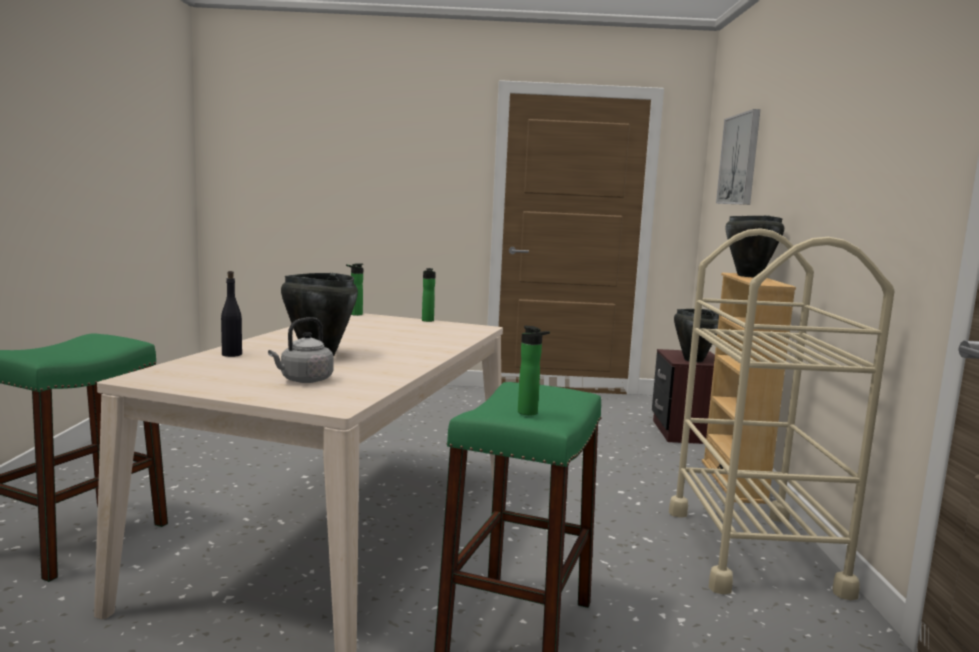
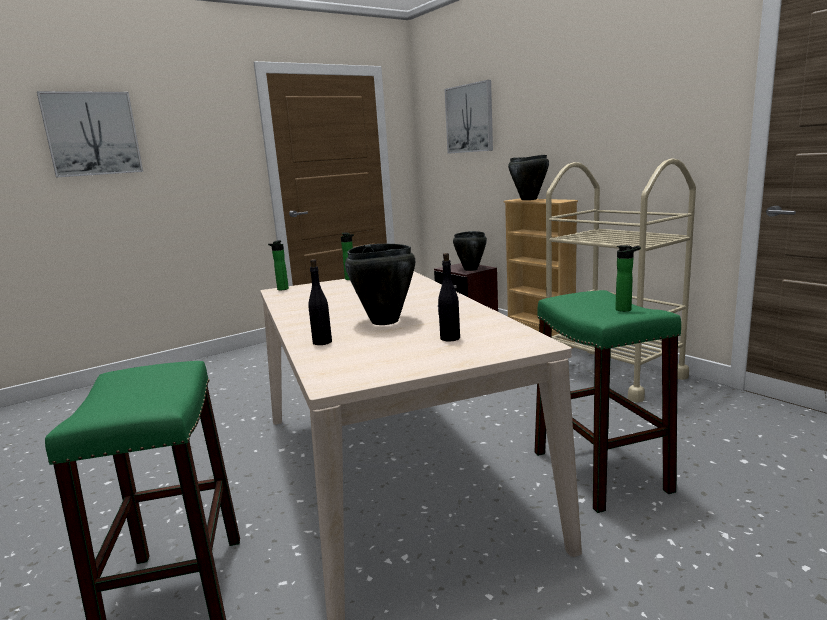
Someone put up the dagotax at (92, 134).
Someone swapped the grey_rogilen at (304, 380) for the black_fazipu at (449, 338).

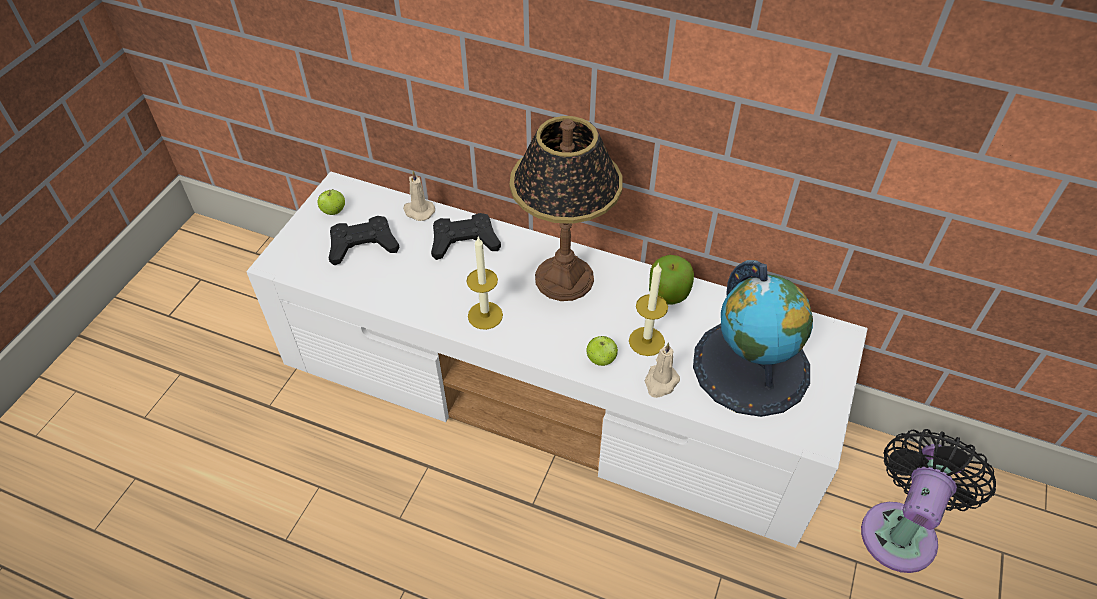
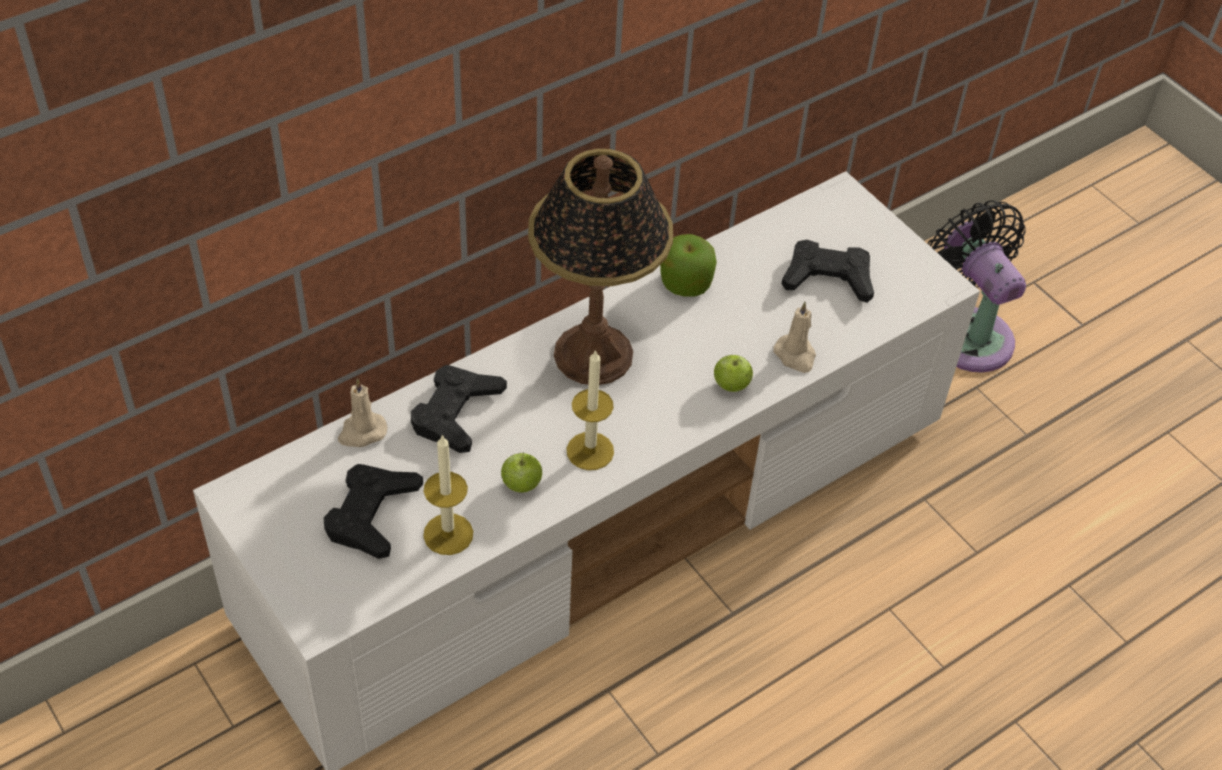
Someone carried the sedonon from (333, 211) to (521, 485).
Someone carried the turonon from (646, 341) to (448, 534).
Someone swapped the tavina at (751, 366) for the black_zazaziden at (828, 278).

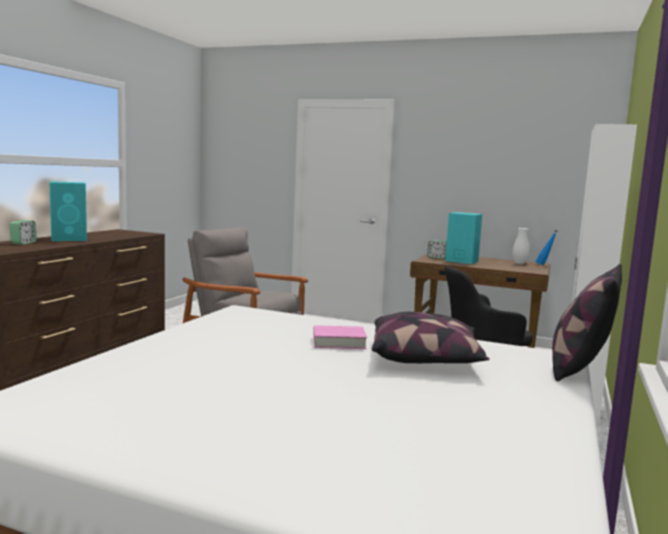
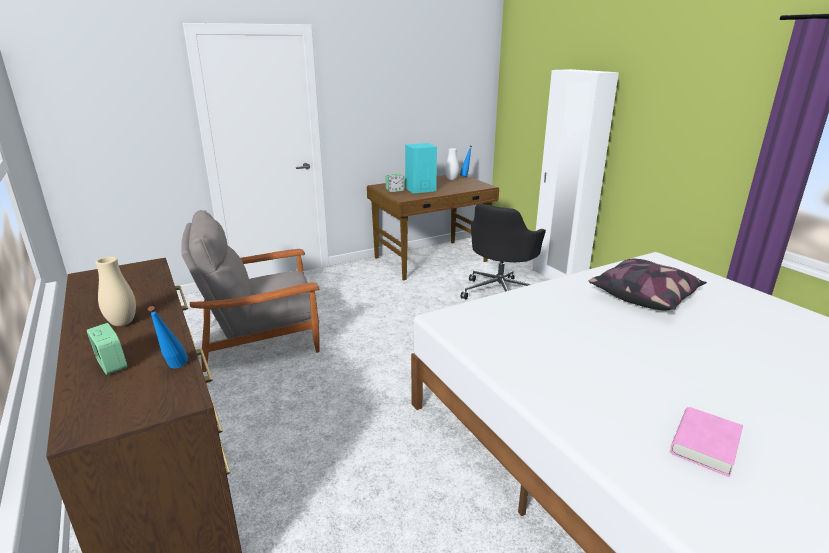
Someone took away the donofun at (579, 368).
Someone put down the blue_fazipu at (174, 370).
Someone carried the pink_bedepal from (339, 342) to (704, 445).
Someone swapped the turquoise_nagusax at (70, 239) for the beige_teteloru at (122, 323).

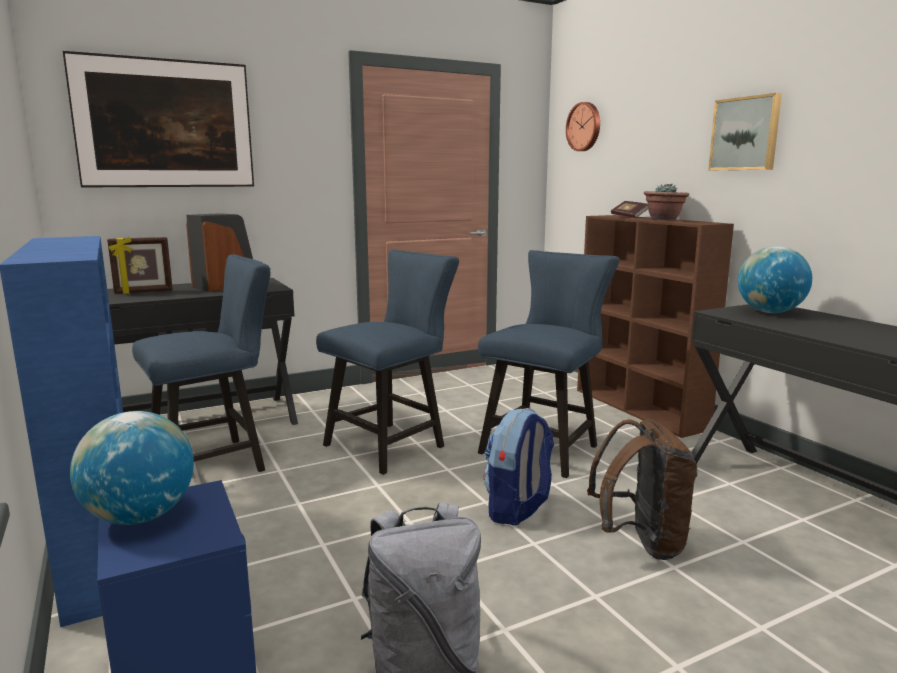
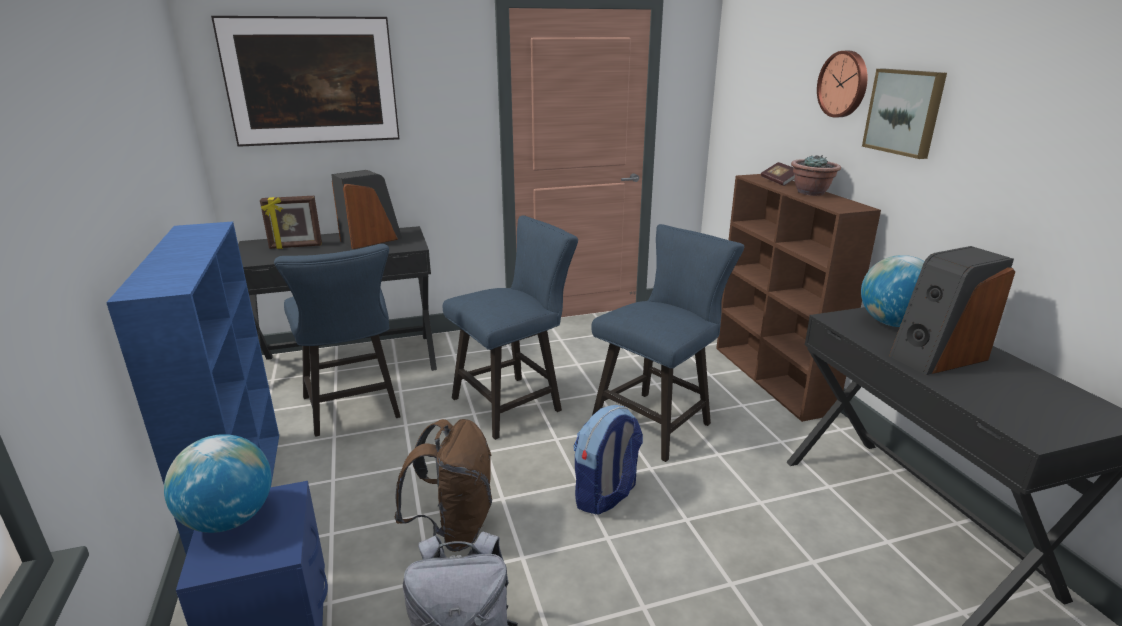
Someone put down the nagusax at (937, 357).
Someone carried the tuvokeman from (584, 127) to (844, 84).
Someone carried the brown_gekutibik from (641, 542) to (454, 528).
Someone rotated the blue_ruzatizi at (216, 463) by 90 degrees clockwise.

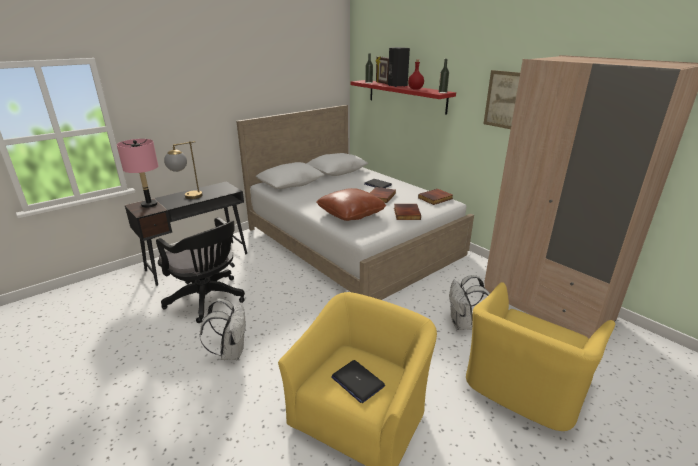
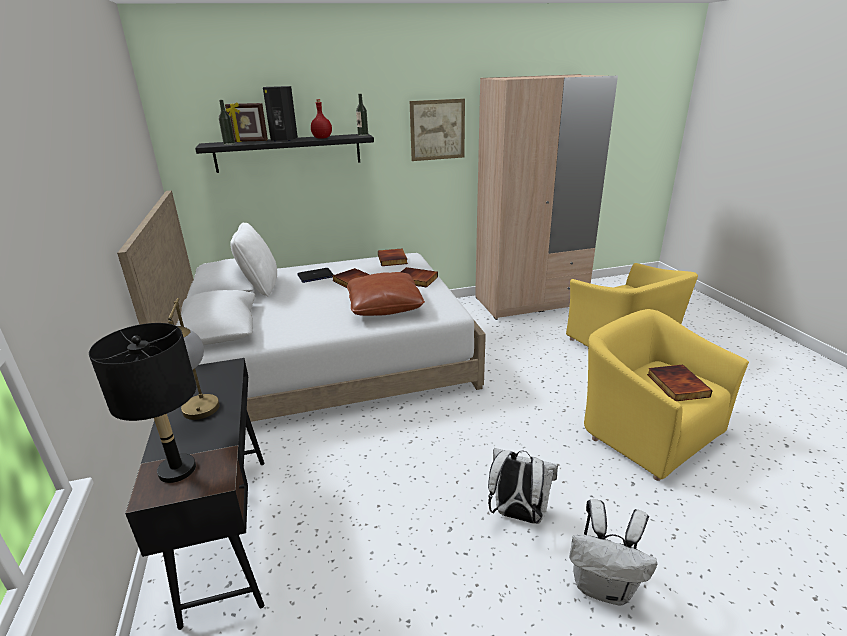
Someone took away the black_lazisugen at (208, 300).
Someone put down the white_donofun at (260, 286).
Someone carried the white_gekutibik from (463, 324) to (603, 586).
Someone swapped the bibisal at (357, 381) for the bedepal at (676, 385).
Someone repainted the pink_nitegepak at (149, 204), which became the black_nitegepak at (177, 470).
Someone repainted the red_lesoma at (406, 96), which became the black_lesoma at (288, 152).

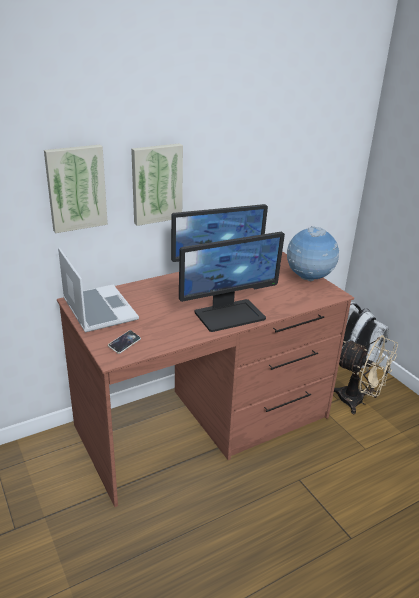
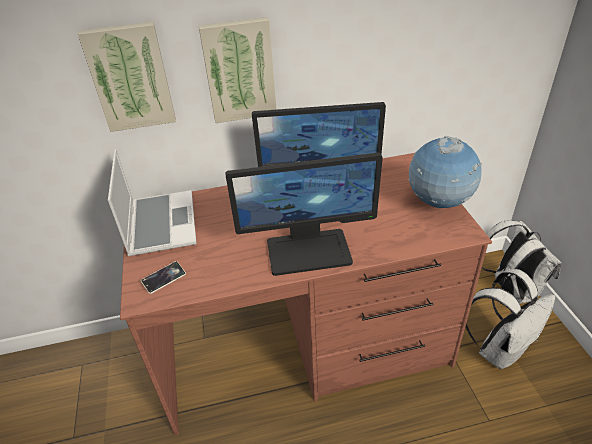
Someone swapped the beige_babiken at (357, 401) for the white_gekutibik at (500, 349).

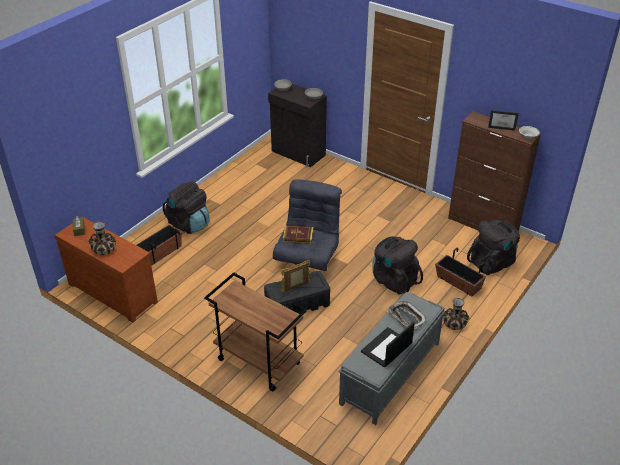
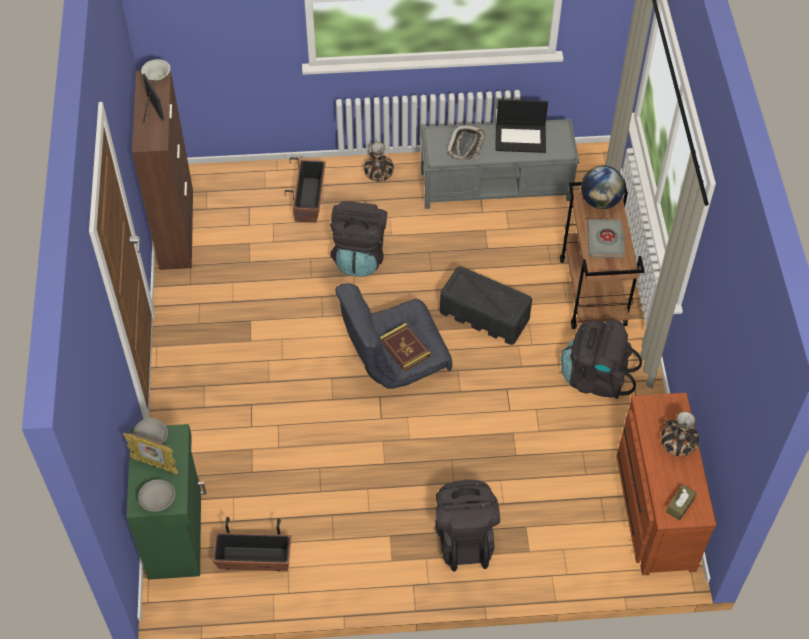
Someone put down the tavina at (600, 201).
Someone put down the grey_bedepal at (605, 241).
Someone carried the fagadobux from (160, 252) to (254, 559).
Someone carried the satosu from (296, 288) to (155, 465).
Someone carried the black_gekutibik from (492, 262) to (595, 377).
Someone repainted the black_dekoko at (298, 153), which became the green_dekoko at (176, 533).

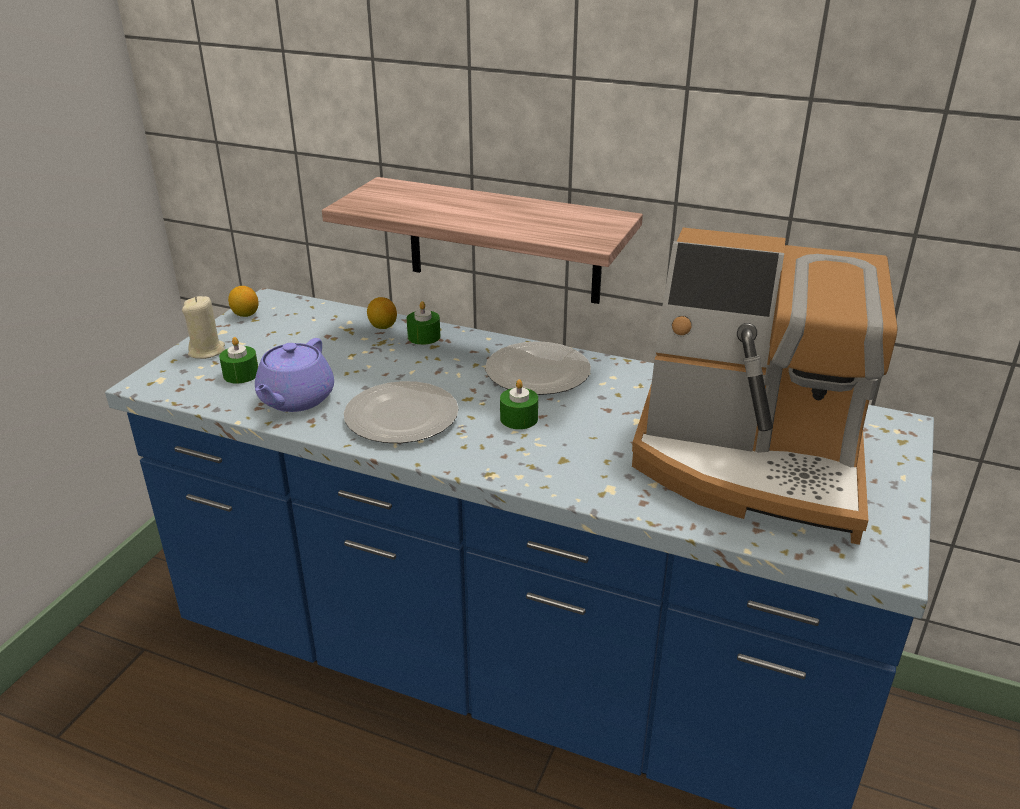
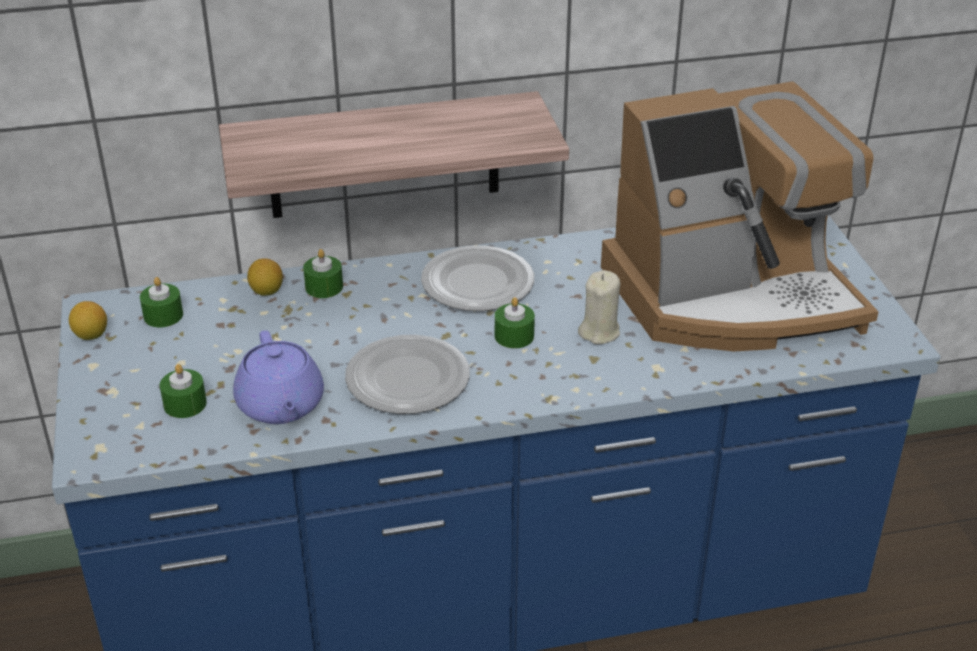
Someone put down the green_turonon at (163, 315).
Someone carried the beige_turonon from (207, 351) to (599, 332).

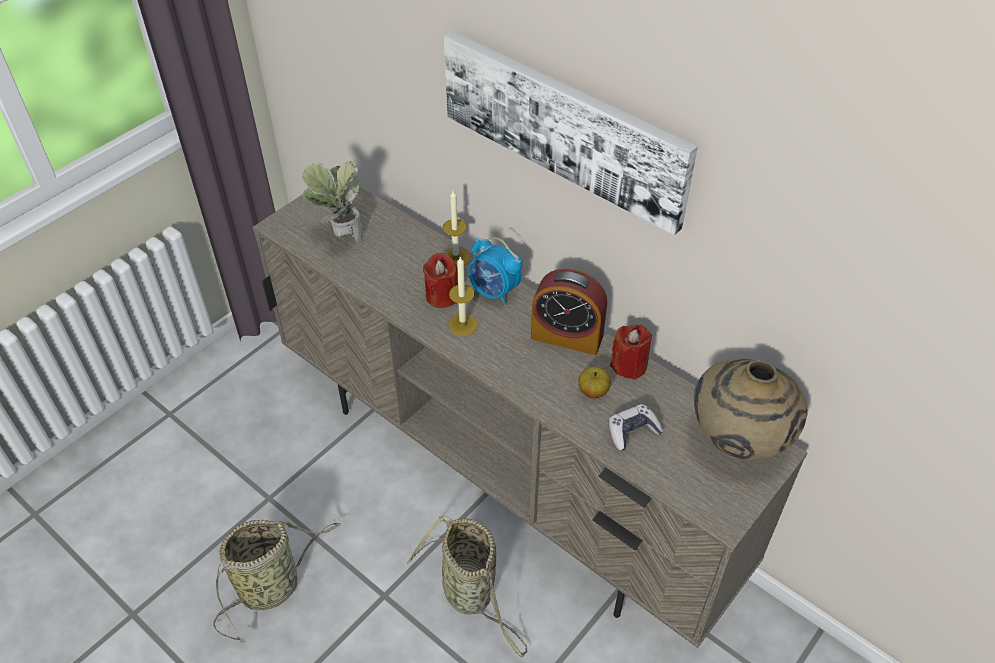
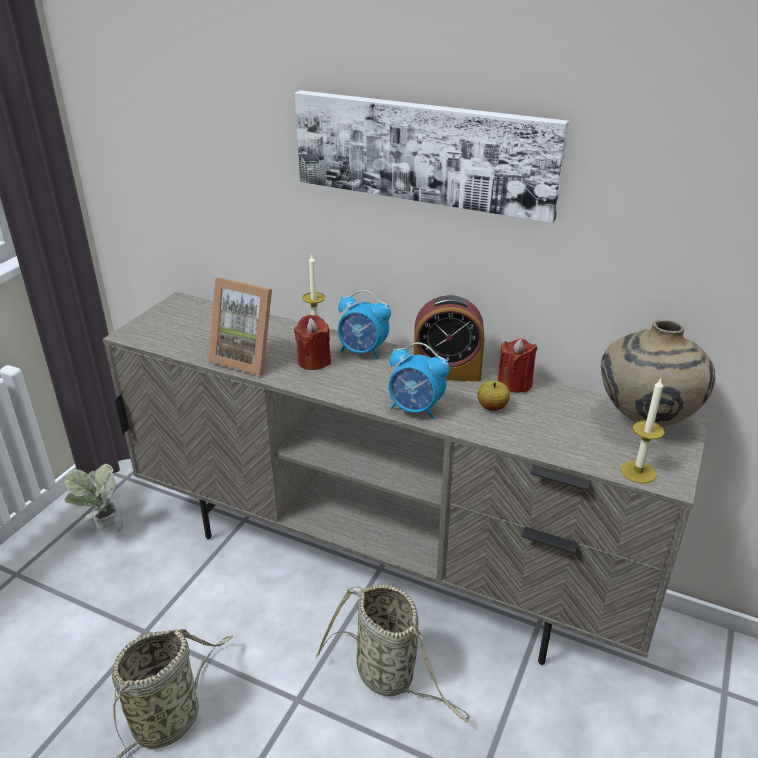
Someone took away the zazaziden at (632, 432).
Someone put down the satosu at (247, 358).
Someone put down the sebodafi at (416, 409).
Someone carried the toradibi from (341, 236) to (103, 529).
Someone carried the turonon from (463, 324) to (638, 472).

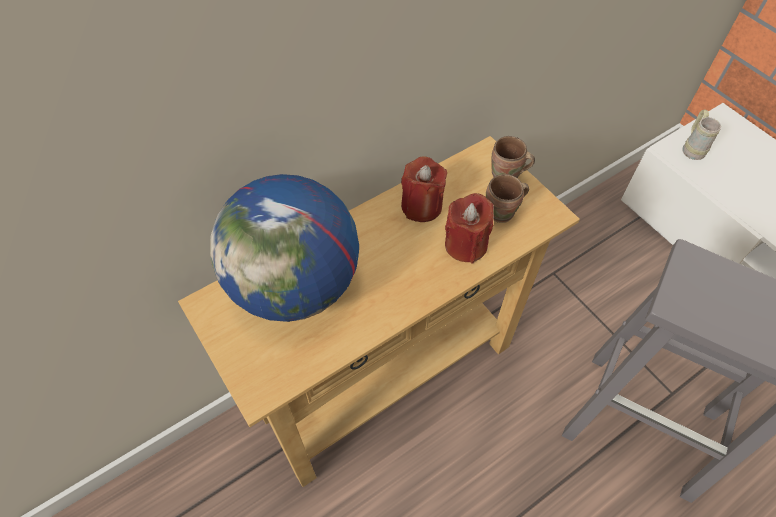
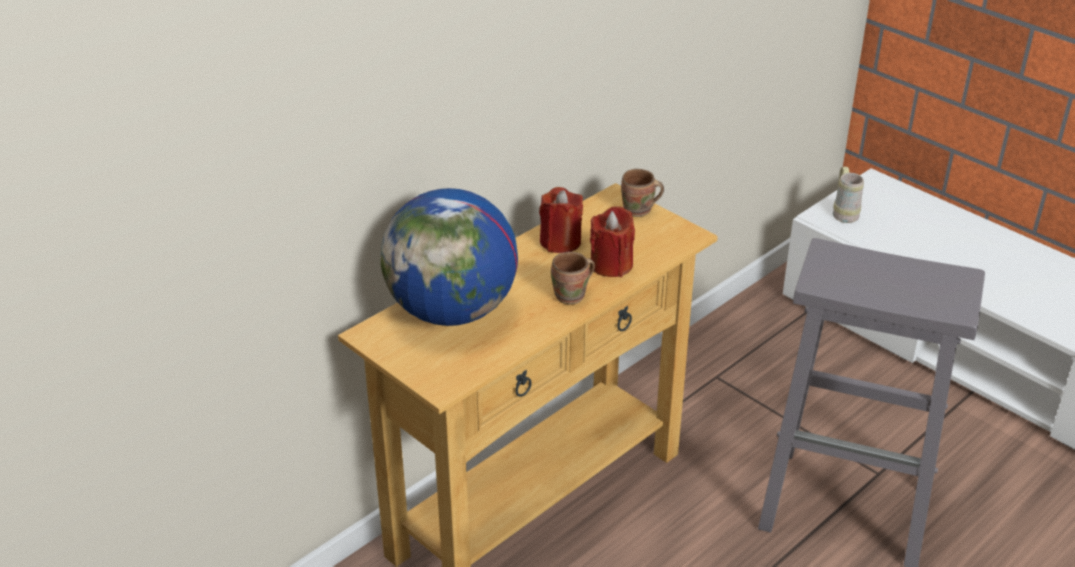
Someone carried the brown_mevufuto from (502, 213) to (572, 296).

